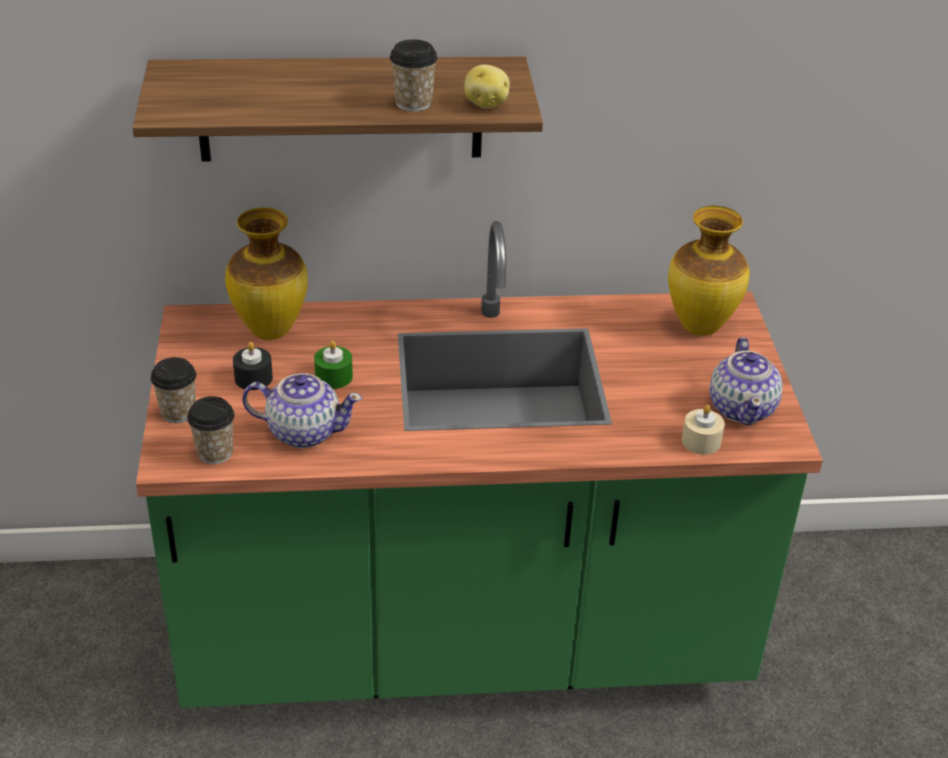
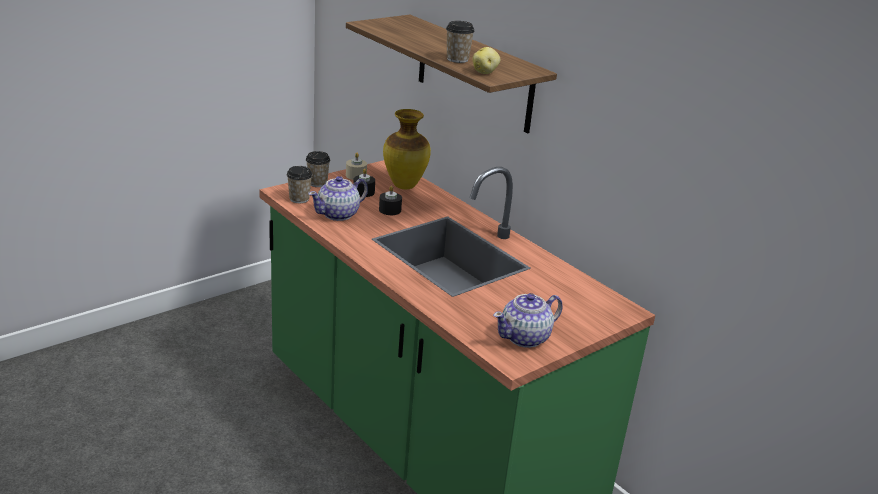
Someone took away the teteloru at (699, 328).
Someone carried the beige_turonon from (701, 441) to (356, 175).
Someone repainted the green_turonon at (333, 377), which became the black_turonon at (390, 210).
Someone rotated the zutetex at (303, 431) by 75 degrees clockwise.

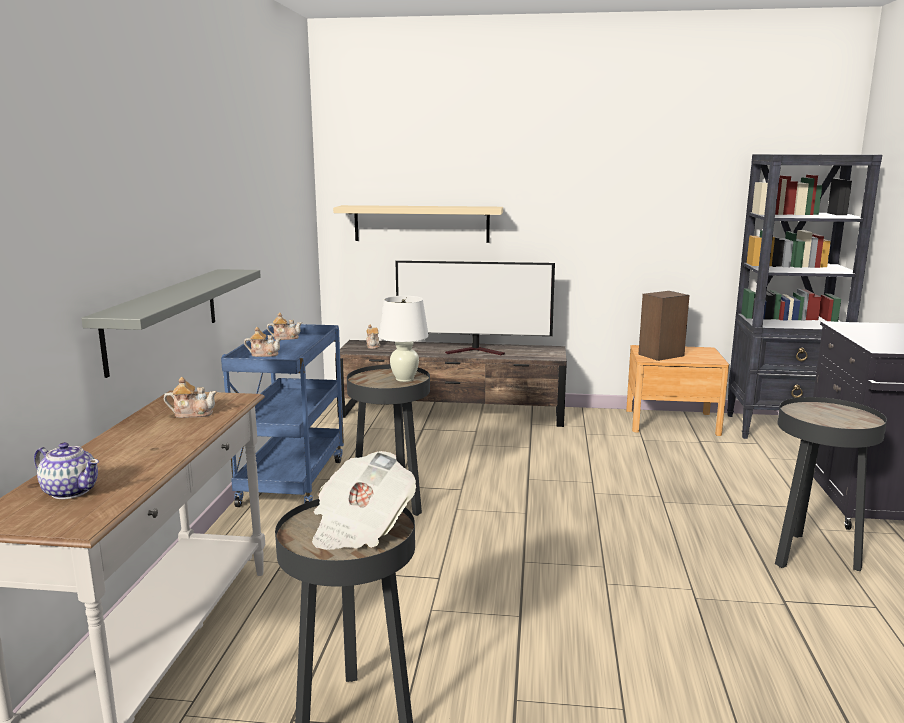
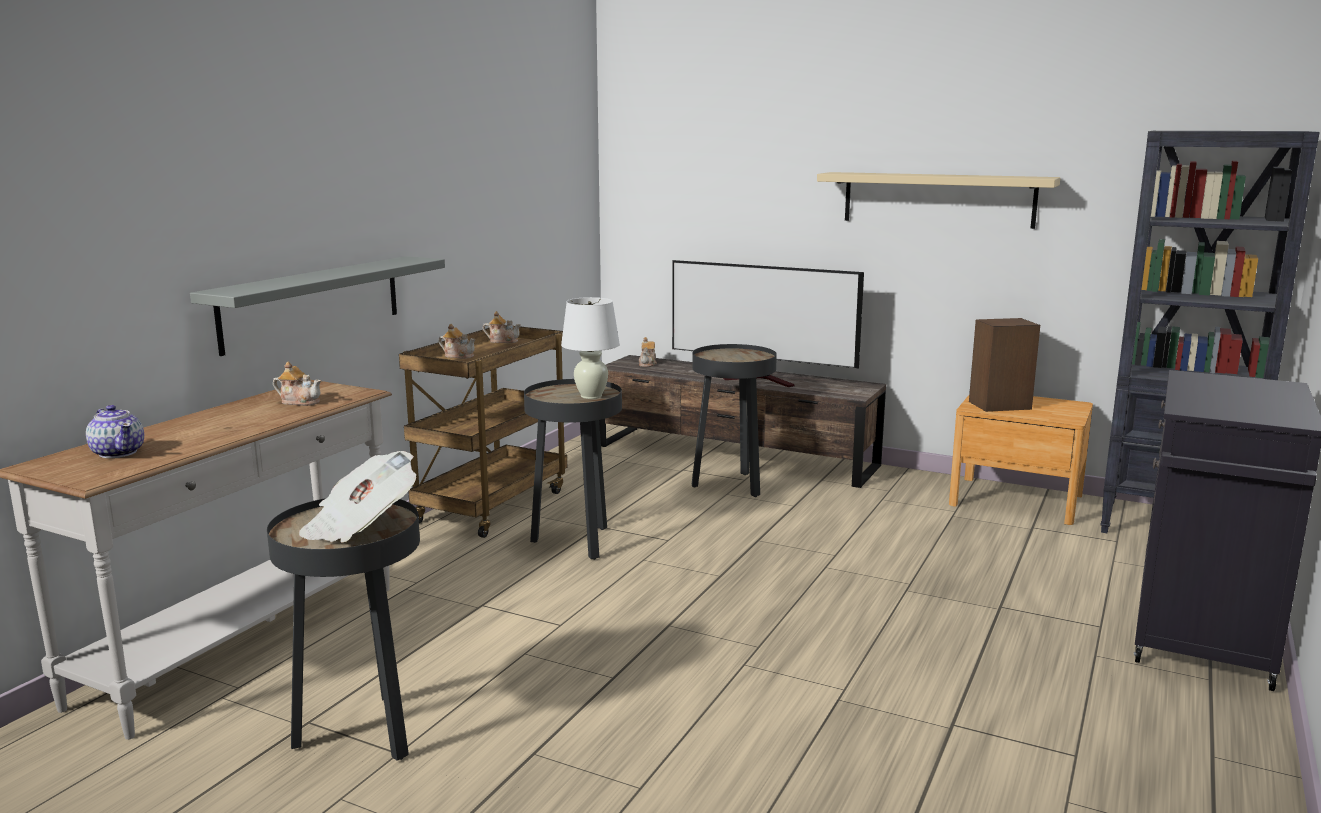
Someone carried the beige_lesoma from (421, 223) to (938, 199).
Someone carried the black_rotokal from (811, 557) to (732, 486).
Someone repainted the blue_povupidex at (292, 480), which became the brown_povupidex at (492, 505).

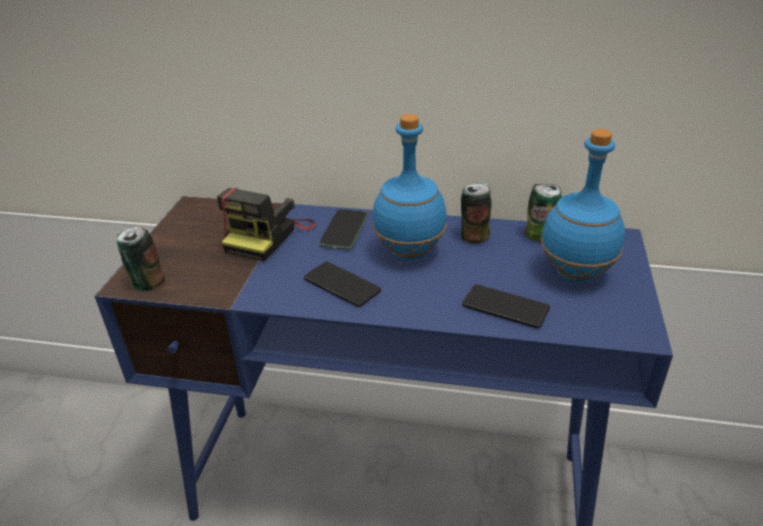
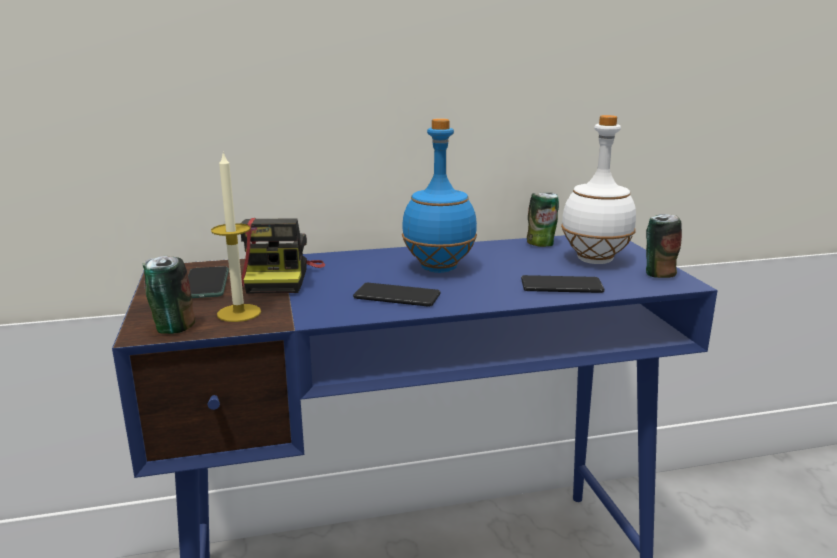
Someone put down the turonon at (239, 313).
Someone carried the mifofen from (344, 230) to (206, 284).
Someone carried the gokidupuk from (474, 236) to (658, 274).
Someone repainted the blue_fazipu at (575, 274), which became the white_fazipu at (595, 260).

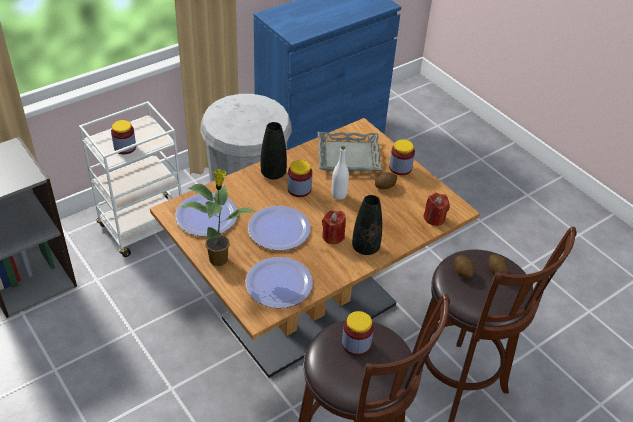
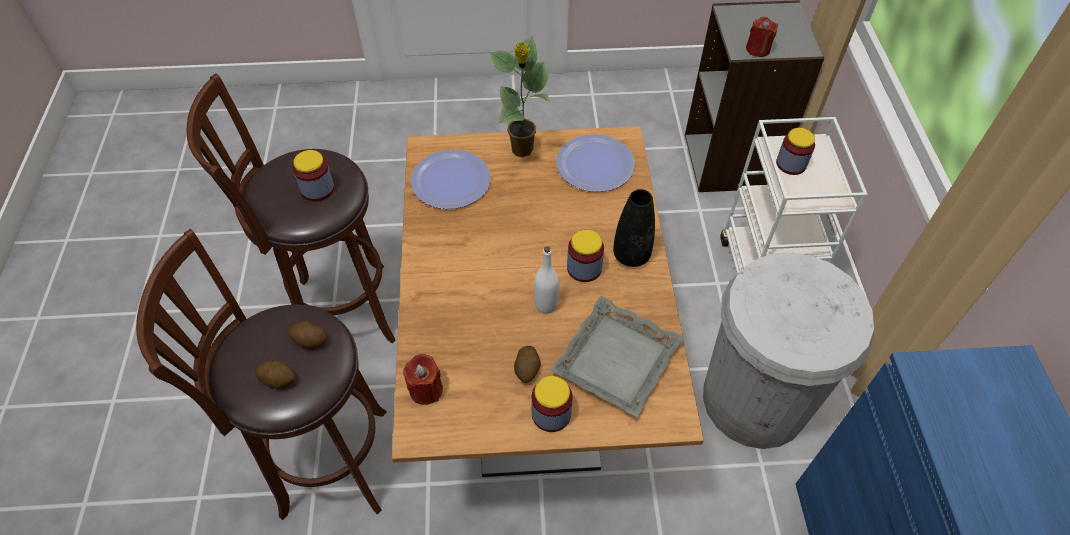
Someone took away the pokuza at (279, 229).
Someone took away the black_teteloru at (365, 248).
Someone carried the red_turonon from (333, 236) to (758, 49).

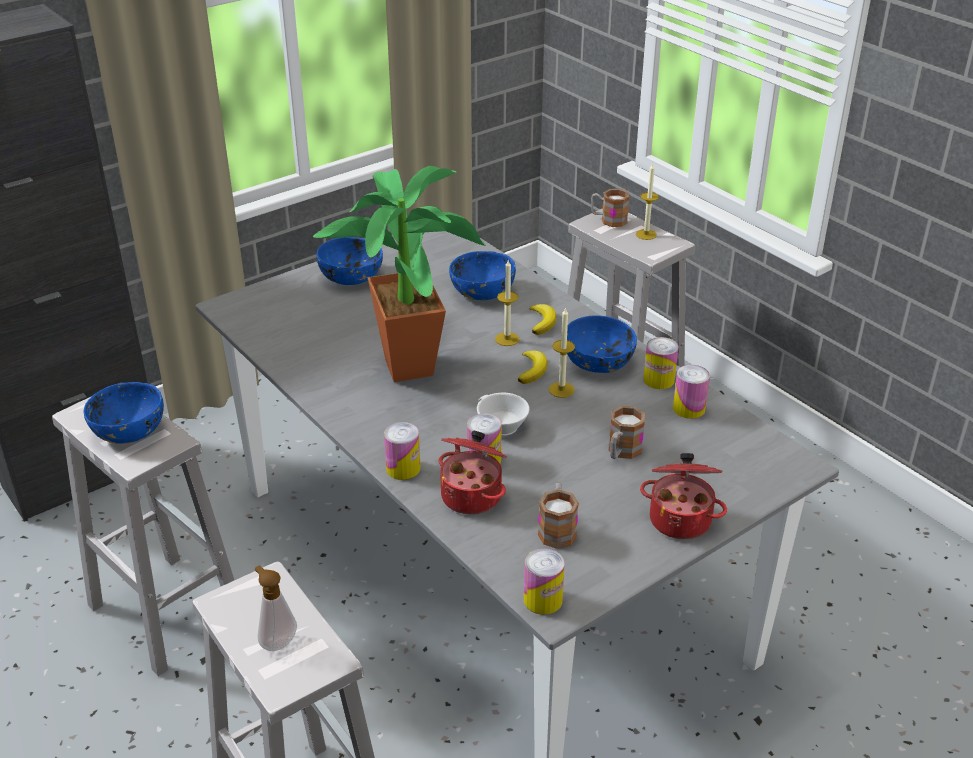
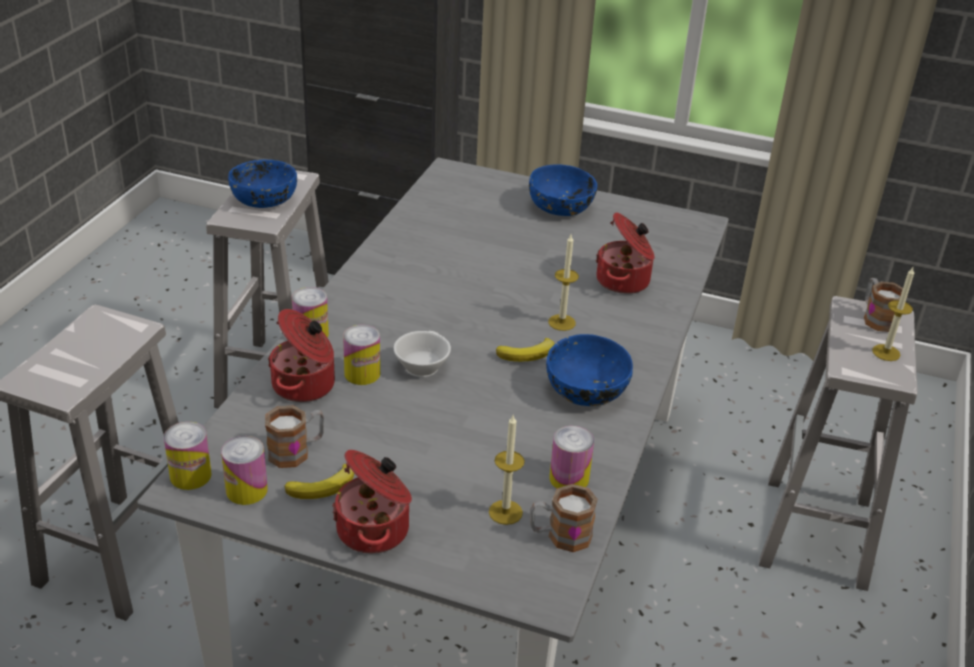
Someone took away the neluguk at (277, 641).
Someone took away the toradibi at (412, 361).
Someone carried the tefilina from (542, 322) to (323, 487).
Someone carried the turonon from (561, 390) to (505, 512).
Someone carried the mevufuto from (621, 452) to (560, 535).
Someone carried the gokidupuk from (658, 380) to (246, 490).
Someone swapped the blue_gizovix at (482, 291) for the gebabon at (624, 281).

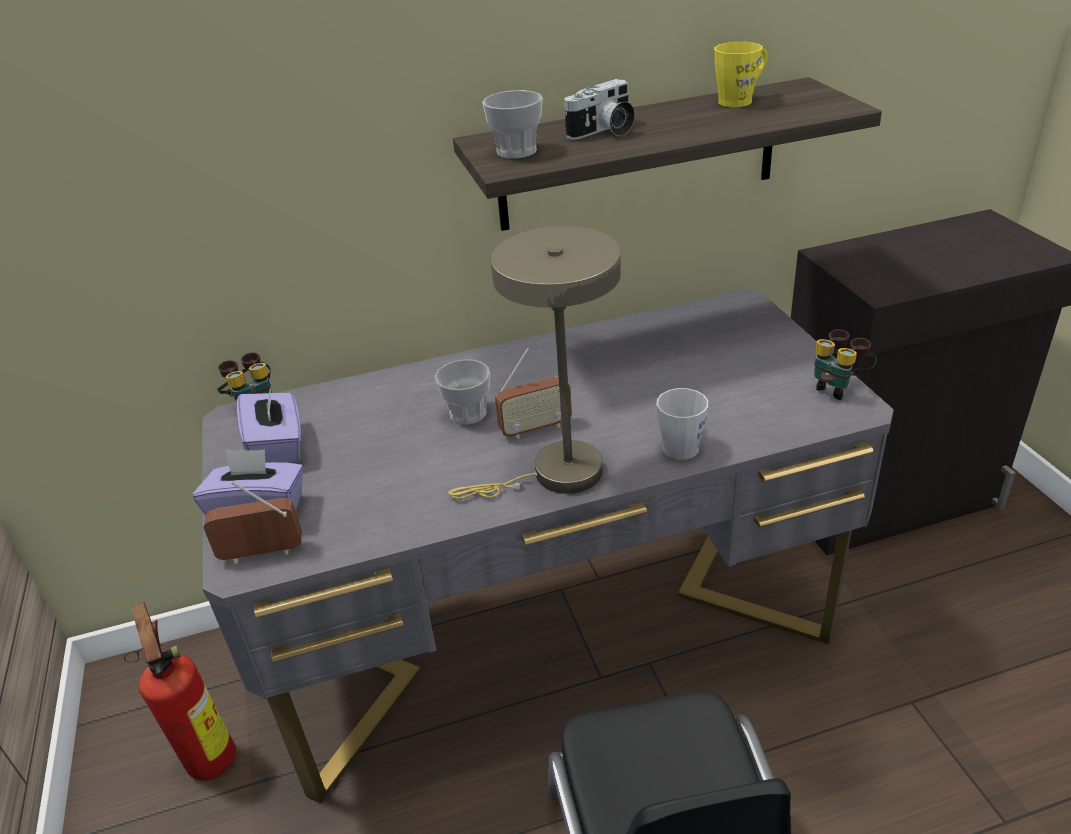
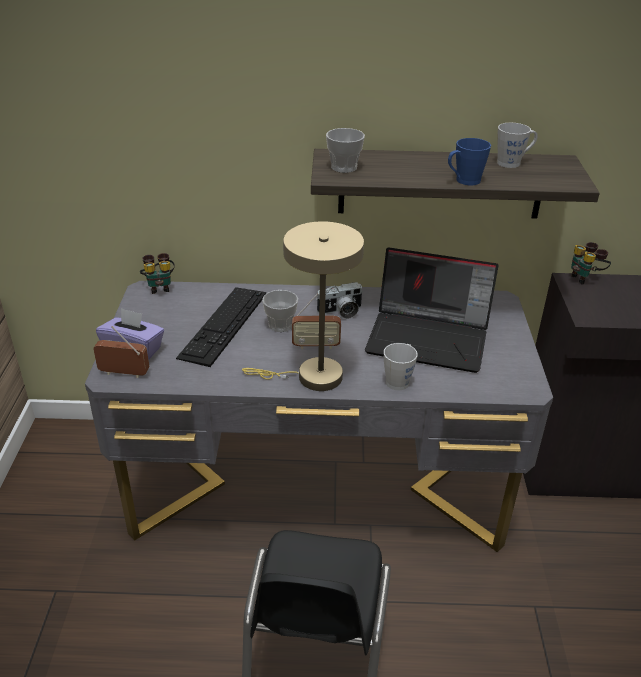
Someone took away the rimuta at (211, 754).
Someone took away the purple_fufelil at (278, 448).
Someone put down the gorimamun at (224, 324).
Someone put down the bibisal at (430, 338).
Someone put down the blue_mevufuto at (464, 181).
Someone carried the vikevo from (604, 132) to (341, 312).
Someone carried the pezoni from (838, 387) to (585, 278).
Someone repainted the yellow_mevufuto at (740, 100), which became the grey_mevufuto at (513, 162).

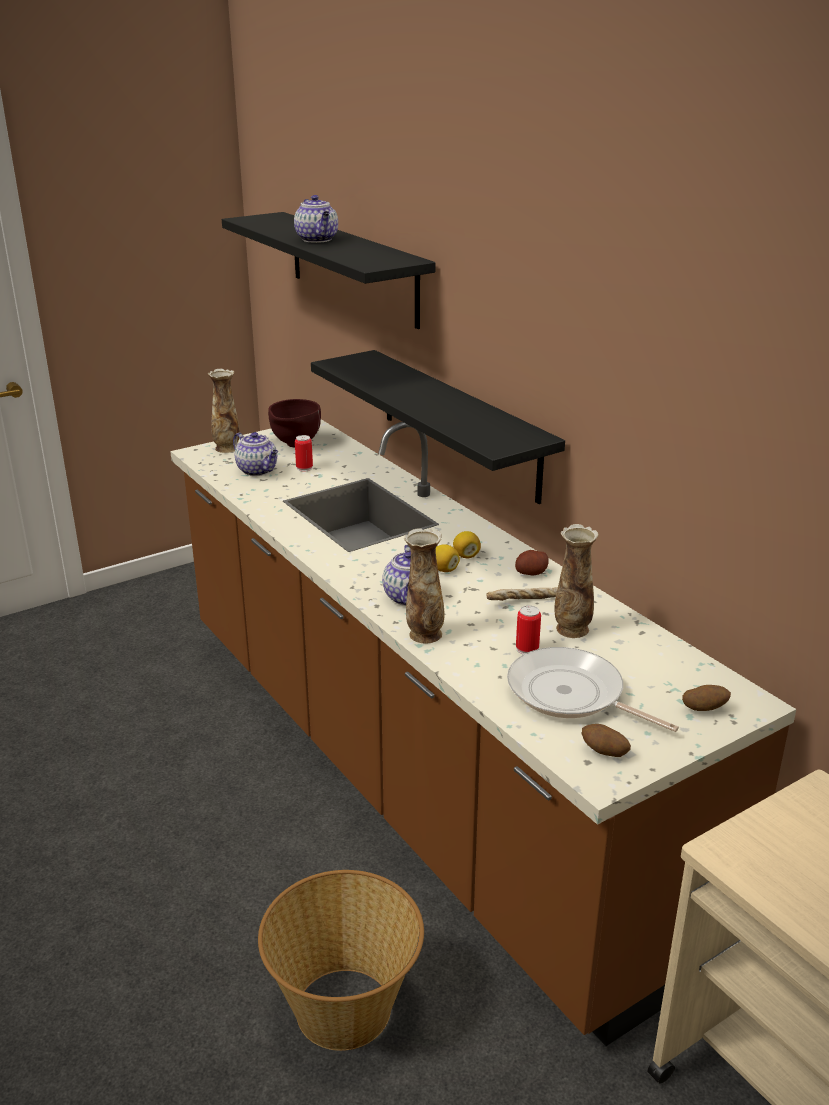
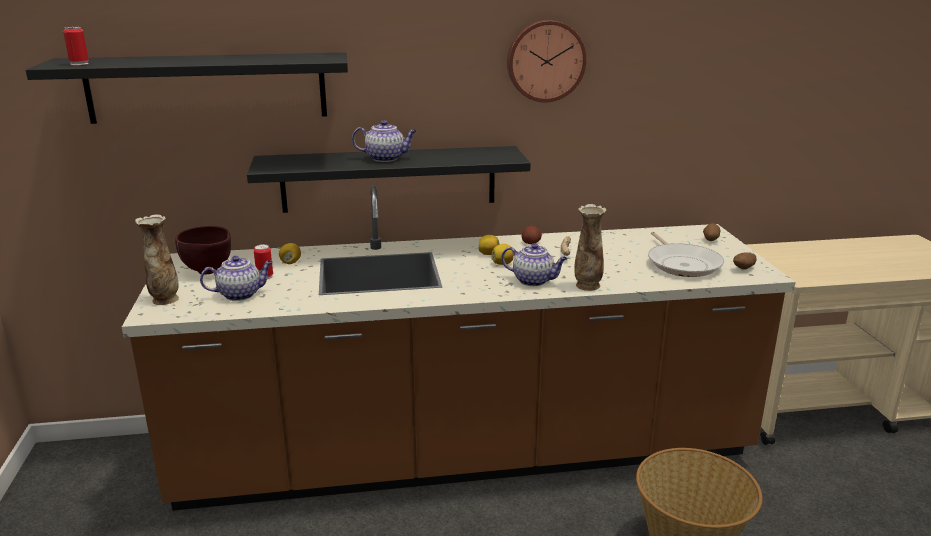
Someone took away the teteloru at (572, 630).
Someone put down the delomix at (290, 262).
Someone put up the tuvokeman at (545, 61).
Someone carried the zutetex from (317, 240) to (386, 158).
Someone carried the gokidupuk from (527, 649) to (79, 63).
Someone rotated the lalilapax at (571, 695) by 75 degrees counterclockwise.

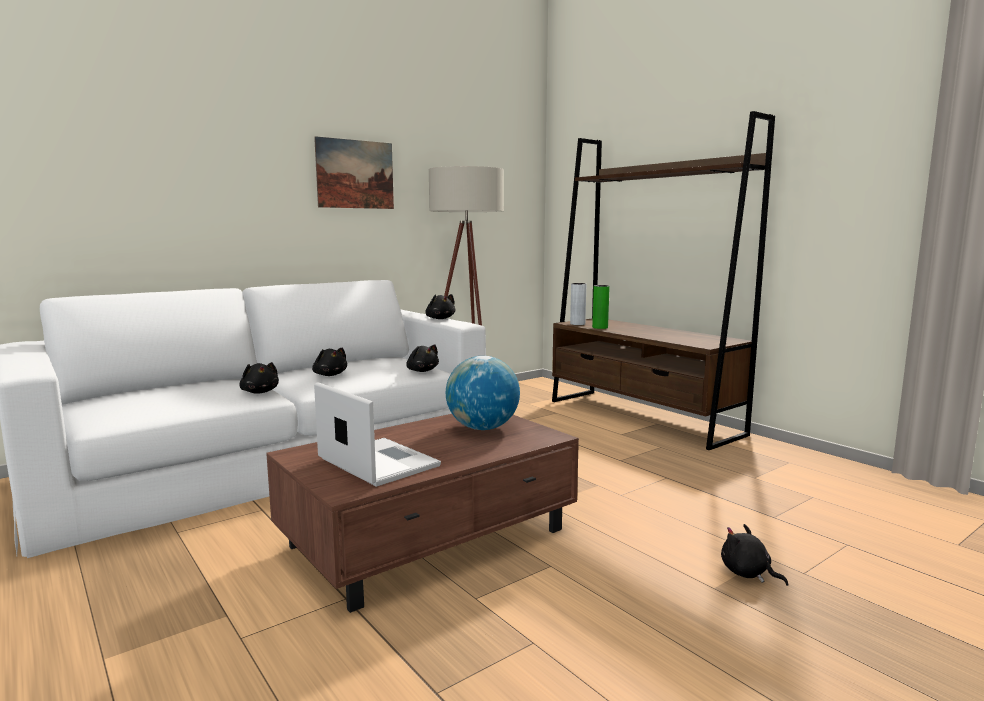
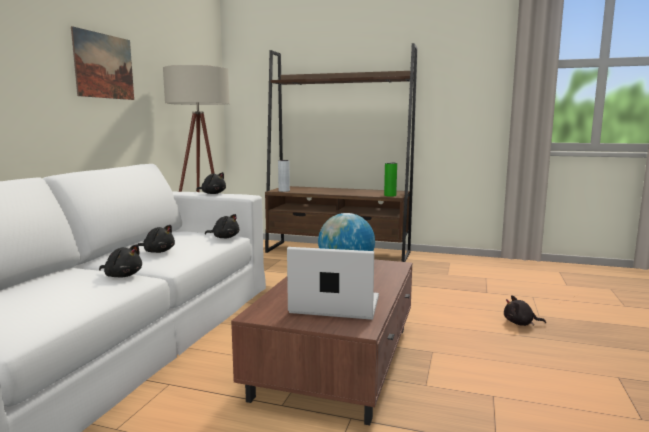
Someone carried the green_teteloru from (600, 327) to (390, 195).

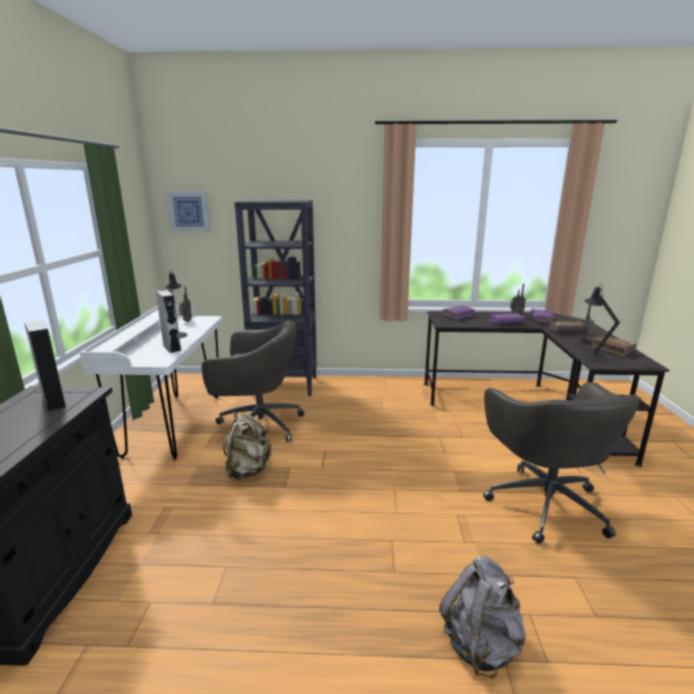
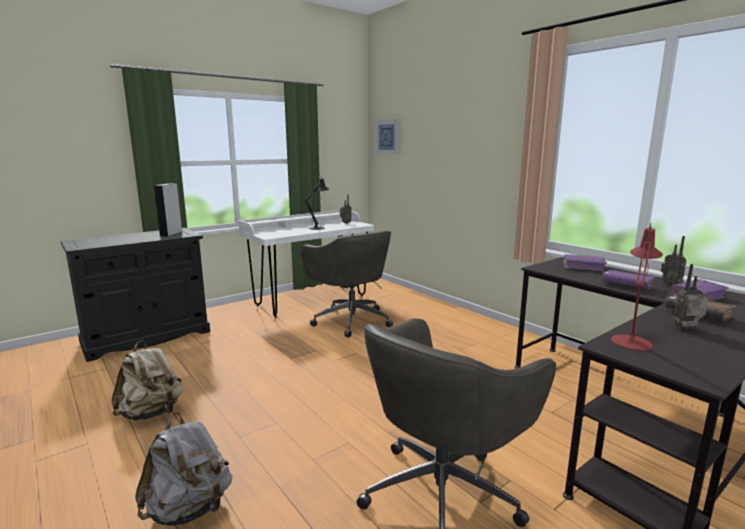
Someone took away the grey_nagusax at (172, 348).
Someone took away the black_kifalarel at (285, 386).
Someone took away the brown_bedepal at (612, 350).
Someone carried the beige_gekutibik from (248, 470) to (151, 413).
Someone repainted the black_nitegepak at (592, 356), which became the red_nitegepak at (632, 340).

